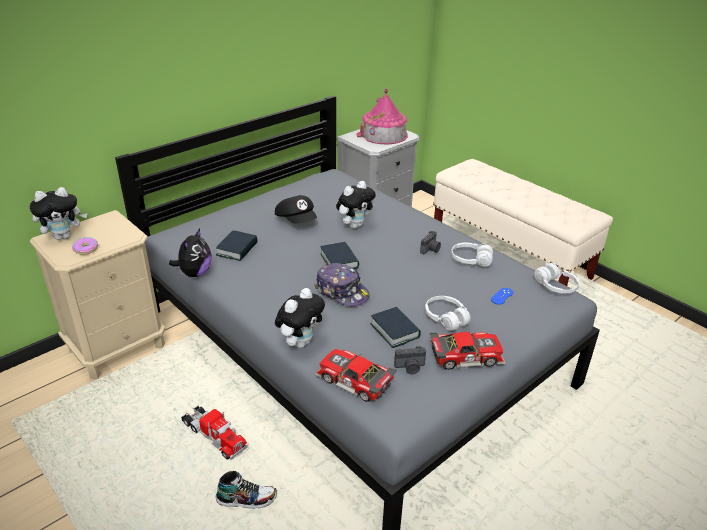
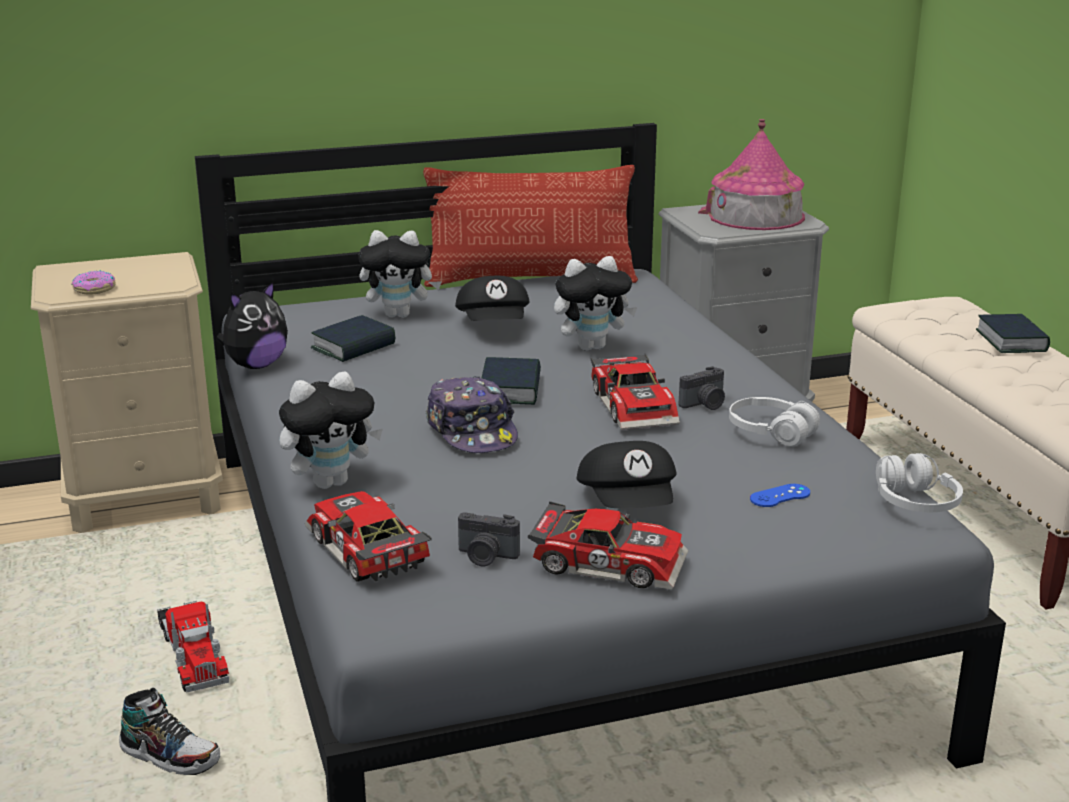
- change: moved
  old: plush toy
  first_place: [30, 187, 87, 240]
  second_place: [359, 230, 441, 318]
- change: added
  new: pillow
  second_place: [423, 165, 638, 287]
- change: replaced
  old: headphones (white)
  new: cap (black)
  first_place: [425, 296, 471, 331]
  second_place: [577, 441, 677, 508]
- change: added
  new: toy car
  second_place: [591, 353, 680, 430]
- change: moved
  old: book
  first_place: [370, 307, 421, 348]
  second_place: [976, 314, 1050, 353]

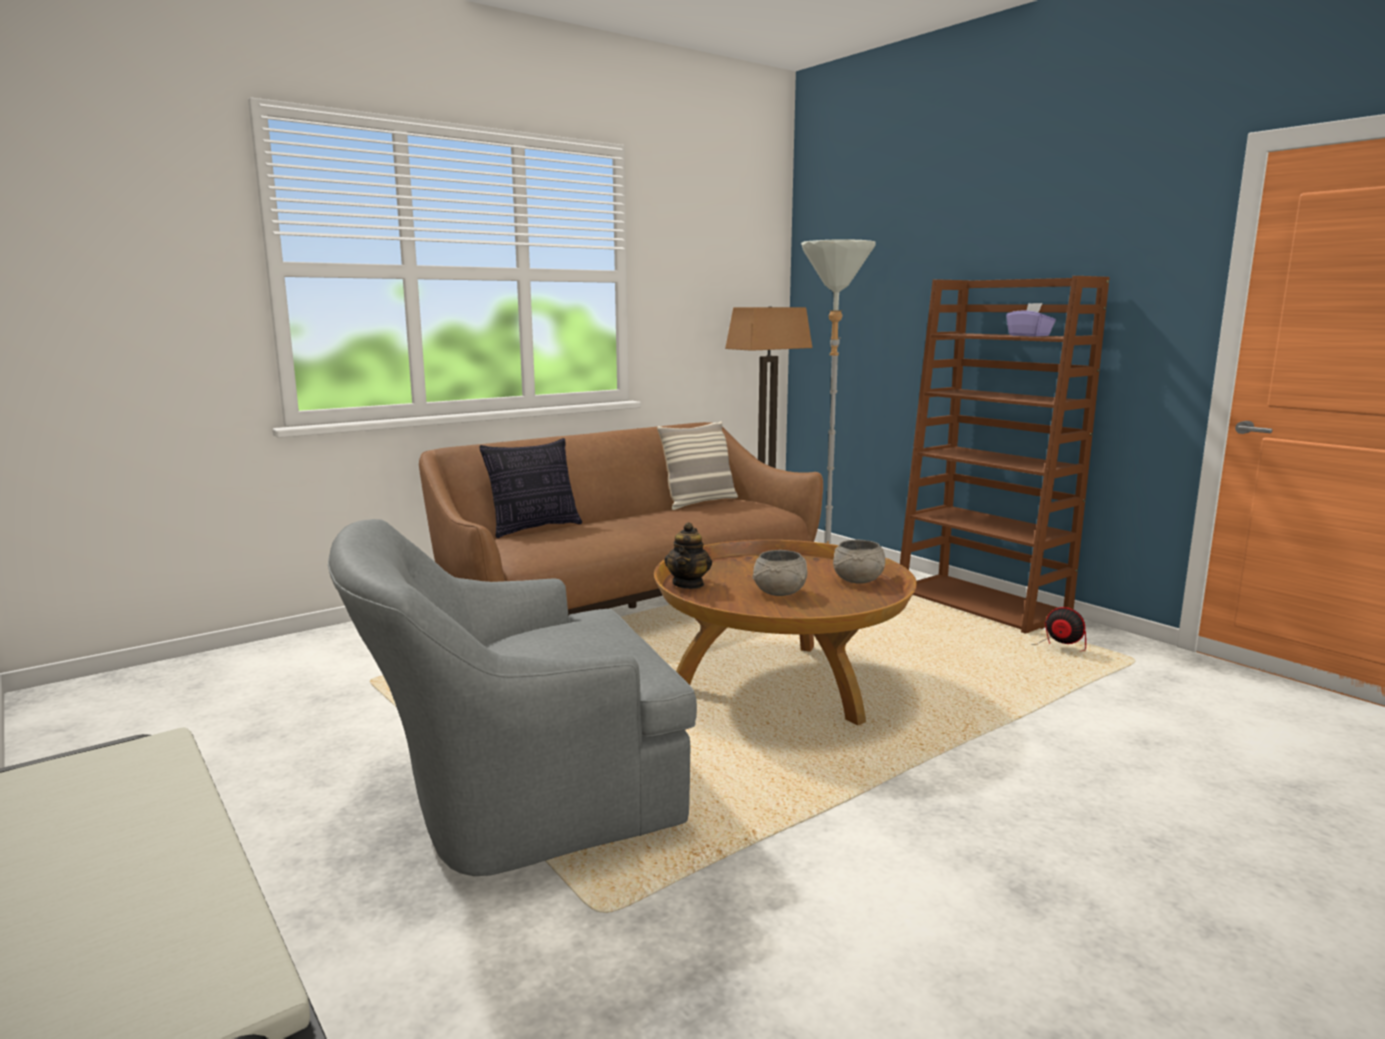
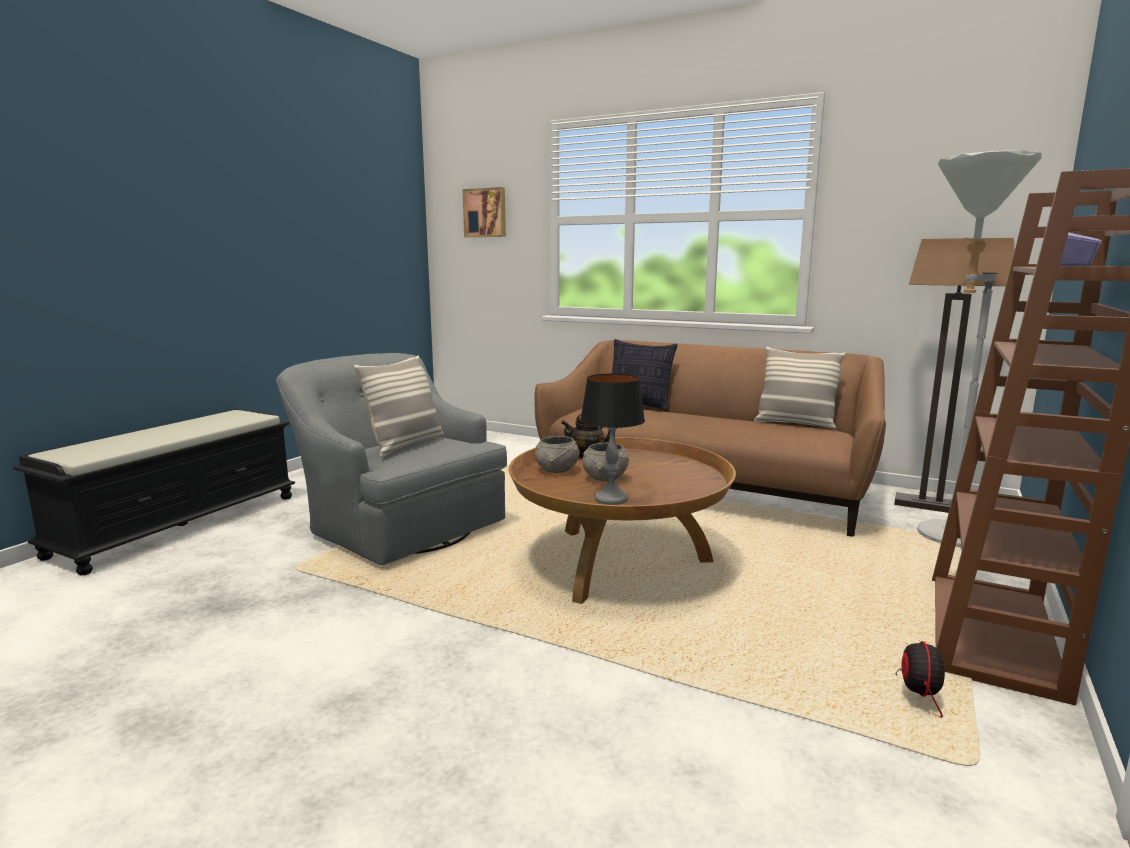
- change: added
  new: pillow
  second_place: [354, 356, 444, 457]
- change: added
  new: picture
  second_place: [462, 187, 506, 237]
- change: moved
  old: bowl (grey)
  first_place: [833, 539, 885, 583]
  second_place: [535, 436, 580, 473]
- change: added
  new: table lamp
  second_place: [580, 374, 645, 505]

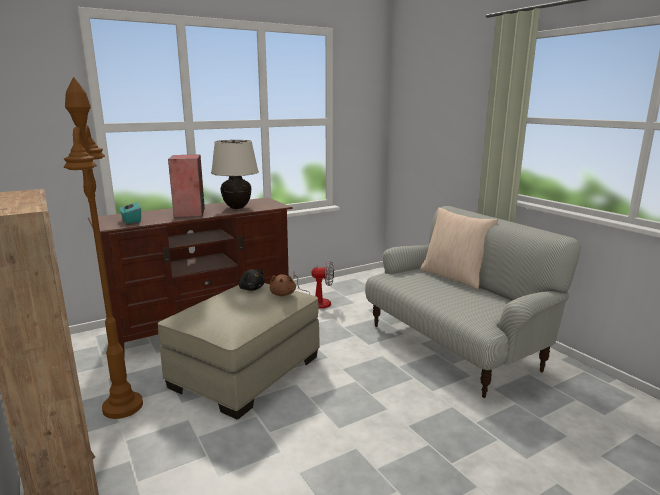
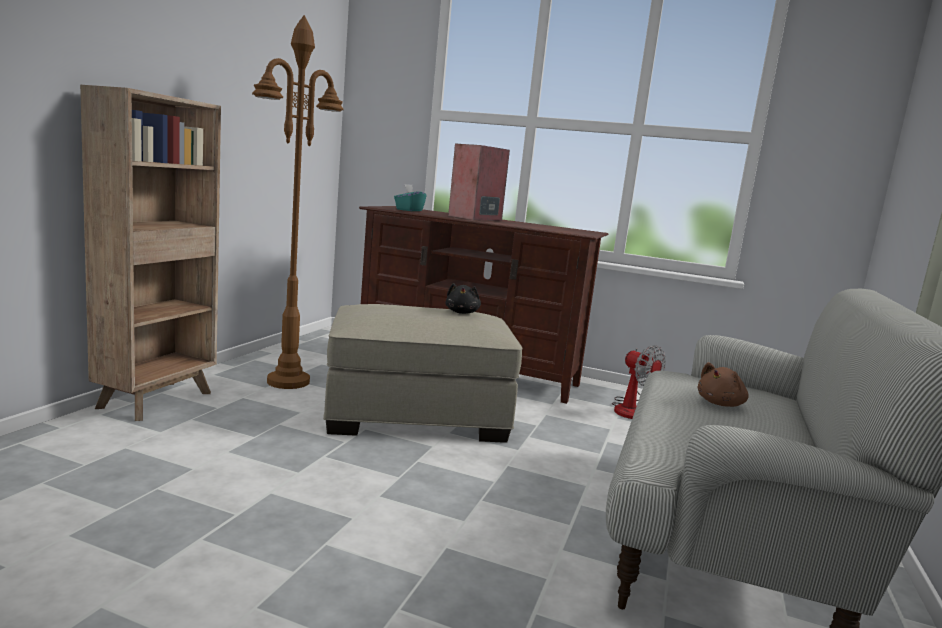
- change: moved
  old: plush toy (brown)
  first_place: [270, 274, 296, 296]
  second_place: [697, 362, 749, 407]
- change: removed
  old: table lamp (beige)
  first_place: [211, 140, 259, 209]
- change: removed
  old: pillow (beige)
  first_place: [420, 207, 498, 289]

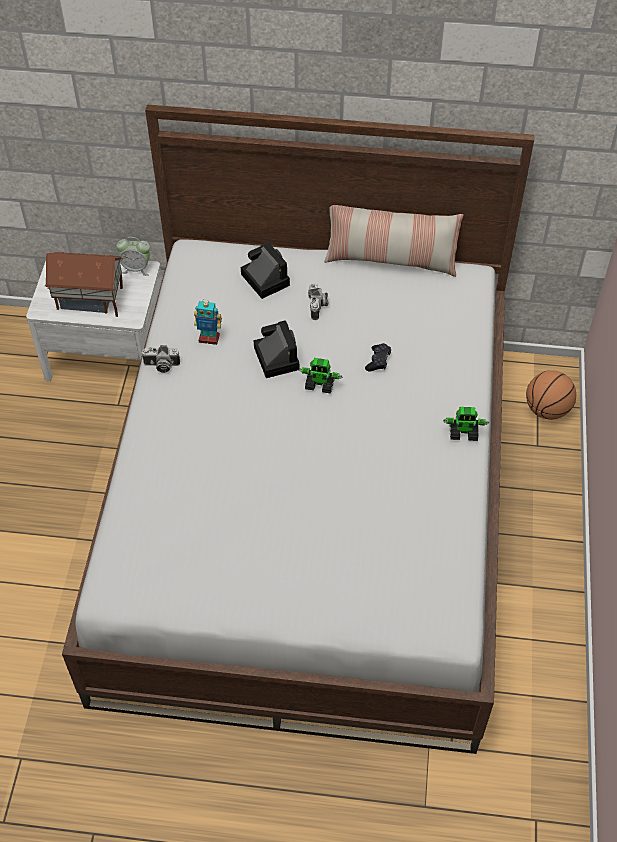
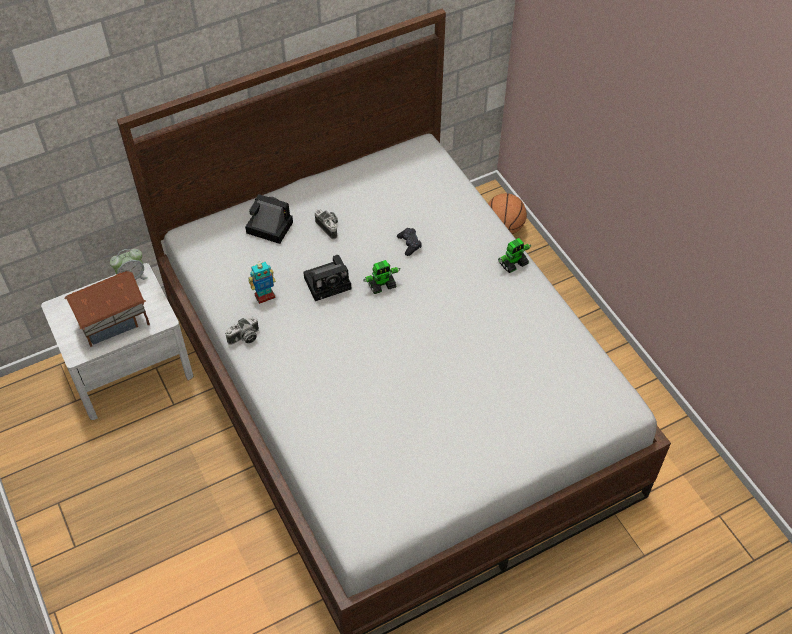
- change: turned
  old: photo camera
  first_place: [254, 320, 299, 378]
  second_place: [303, 255, 351, 301]
  degrees: 120
- change: removed
  old: pillow
  first_place: [324, 205, 463, 277]

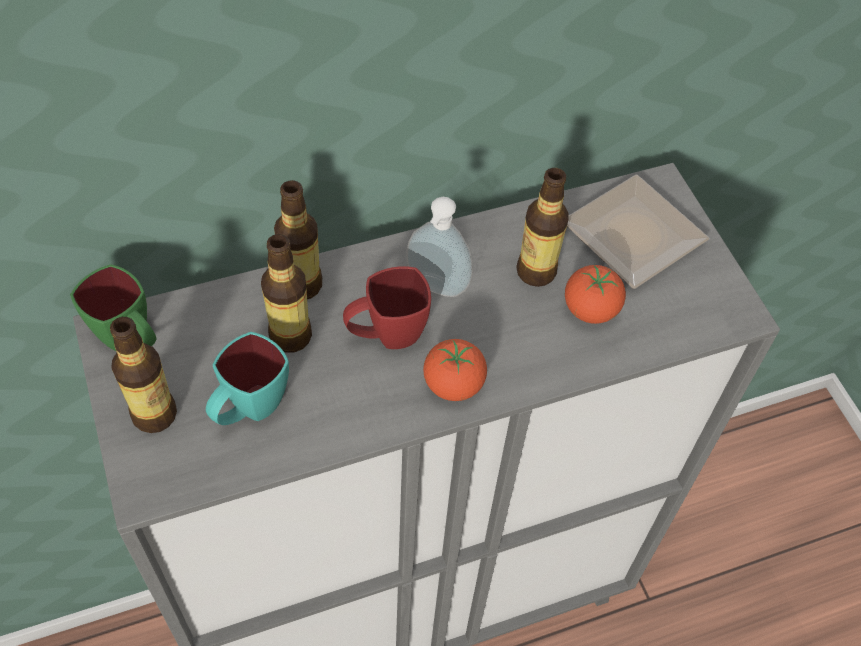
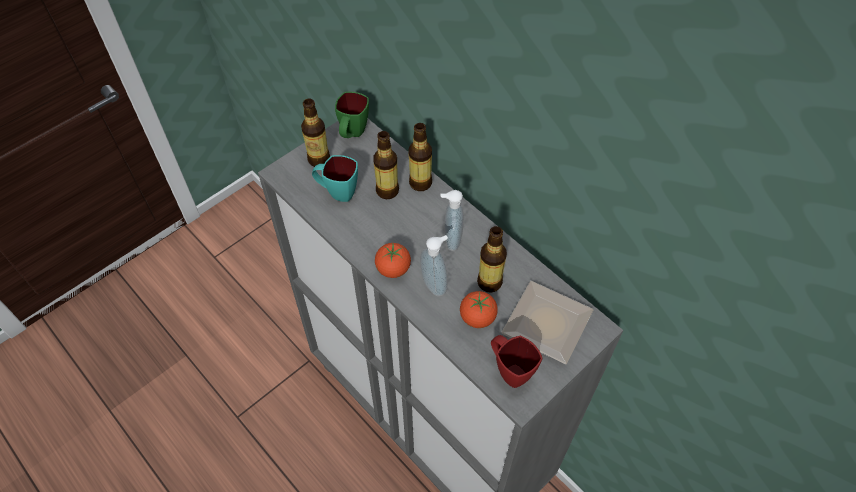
- change: added
  new: soap dispenser
  second_place: [420, 235, 448, 296]
- change: moved
  old: mug (red)
  first_place: [343, 266, 431, 349]
  second_place: [491, 335, 542, 388]

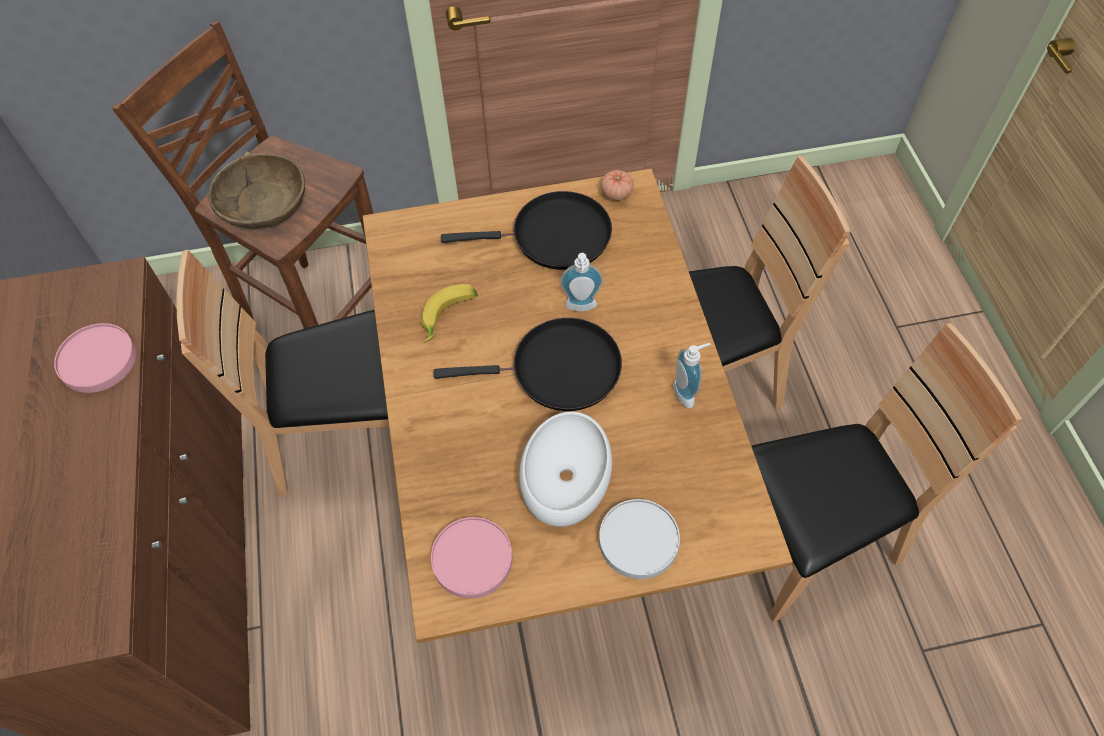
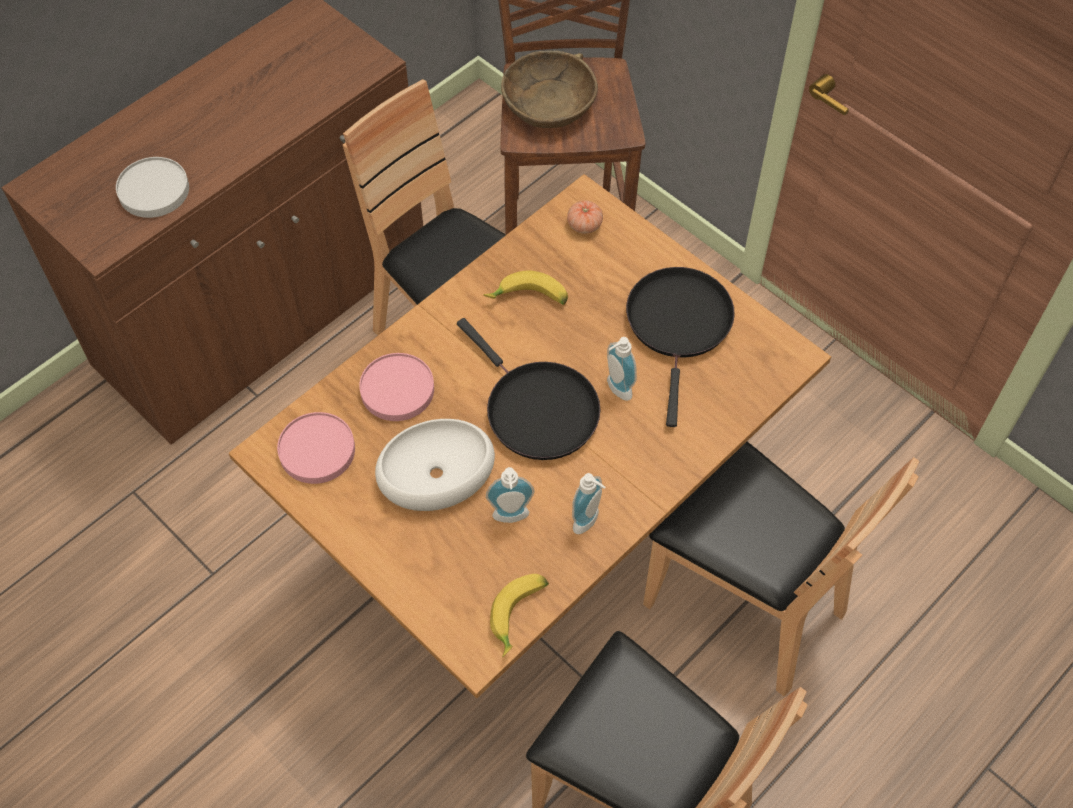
- change: moved
  old: plate (white)
  first_place: [599, 499, 680, 579]
  second_place: [116, 157, 189, 218]
- change: moved
  old: plate (pink)
  first_place: [54, 323, 136, 393]
  second_place: [359, 353, 434, 421]
- change: added
  new: soap dispenser
  second_place: [486, 467, 535, 523]
- change: added
  new: banana
  second_place: [490, 574, 549, 657]
- change: moved
  old: tomato
  first_place: [601, 170, 634, 200]
  second_place: [567, 200, 603, 234]
- change: turned
  old: frying pan (black)
  first_place: [441, 191, 612, 270]
  second_place: [626, 267, 735, 427]
  degrees: -135

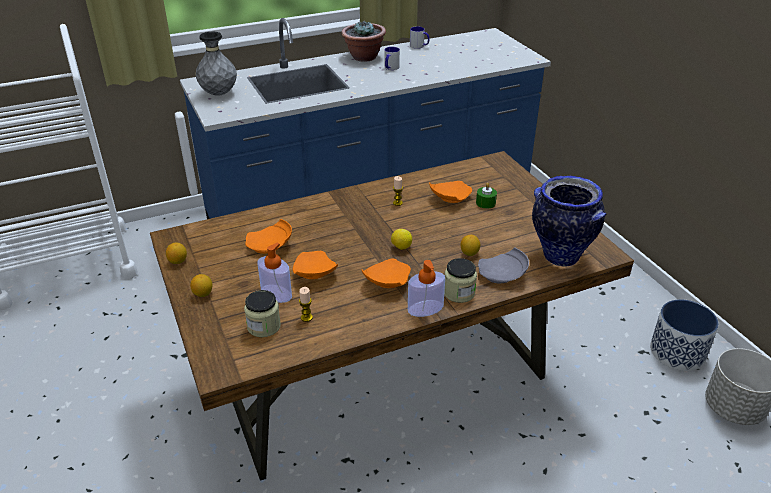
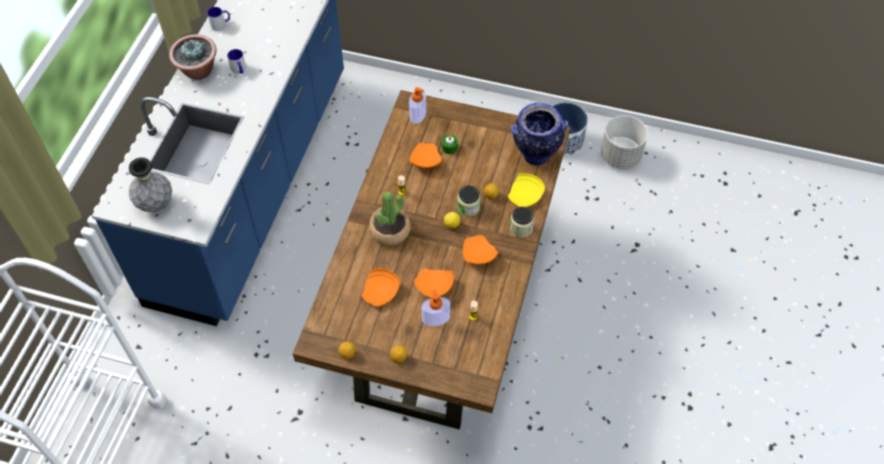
- change: added
  new: potted plant
  second_place: [369, 191, 411, 246]
- change: moved
  old: soap dispenser
  first_place: [408, 260, 445, 317]
  second_place: [409, 87, 426, 124]
- change: moved
  old: jar
  first_place: [244, 290, 281, 337]
  second_place: [457, 186, 481, 217]
- change: recoloured
  old: plate (grey)
  new: plate (yellow)
  first_place: [478, 247, 529, 283]
  second_place: [508, 173, 545, 207]

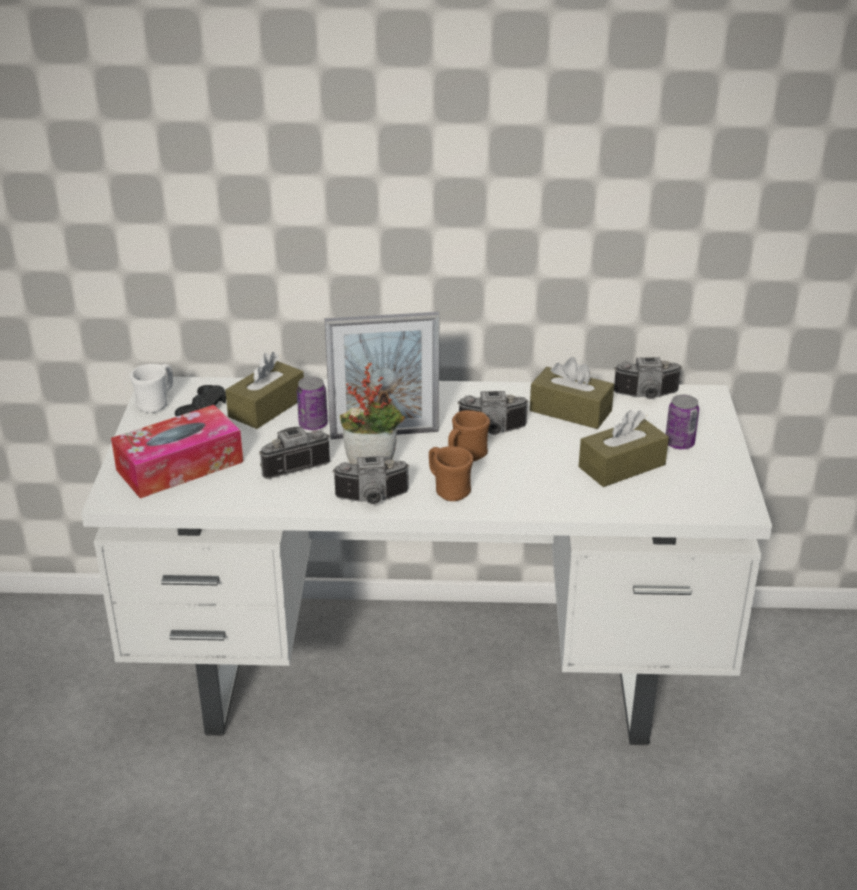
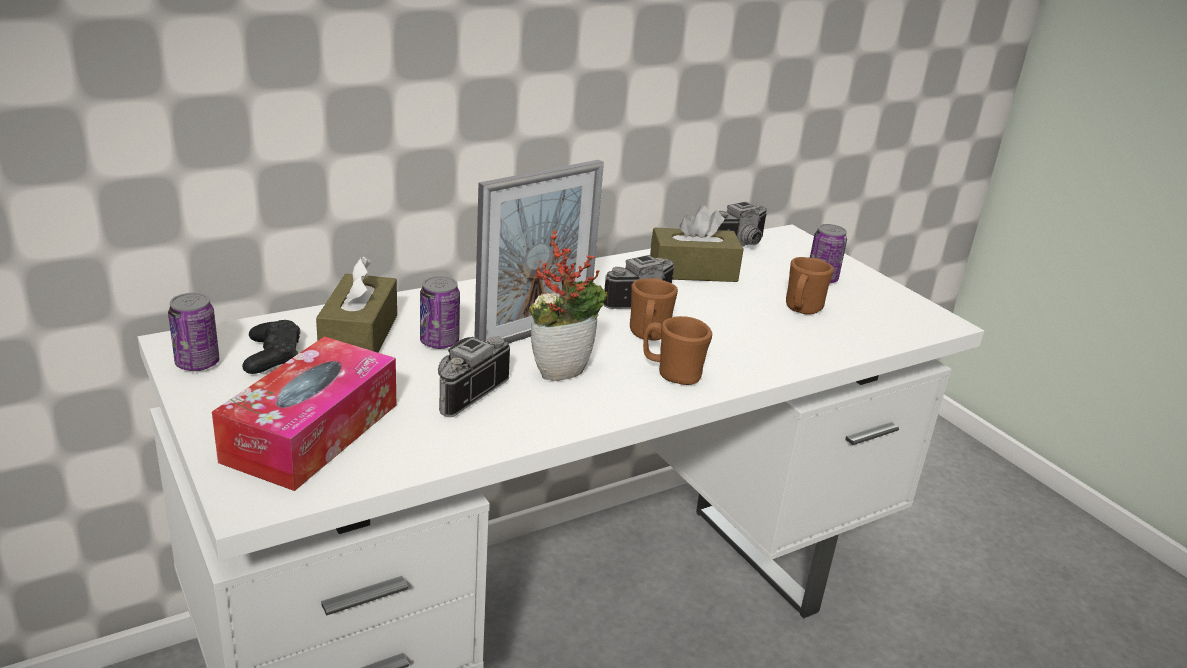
- change: replaced
  old: mug (white)
  new: can
  first_place: [130, 364, 173, 413]
  second_place: [168, 293, 220, 371]
- change: replaced
  old: tissue box (brown)
  new: mug (brown)
  first_place: [579, 410, 669, 487]
  second_place: [786, 257, 834, 315]
- change: removed
  old: photo camera
  first_place: [332, 456, 410, 505]

